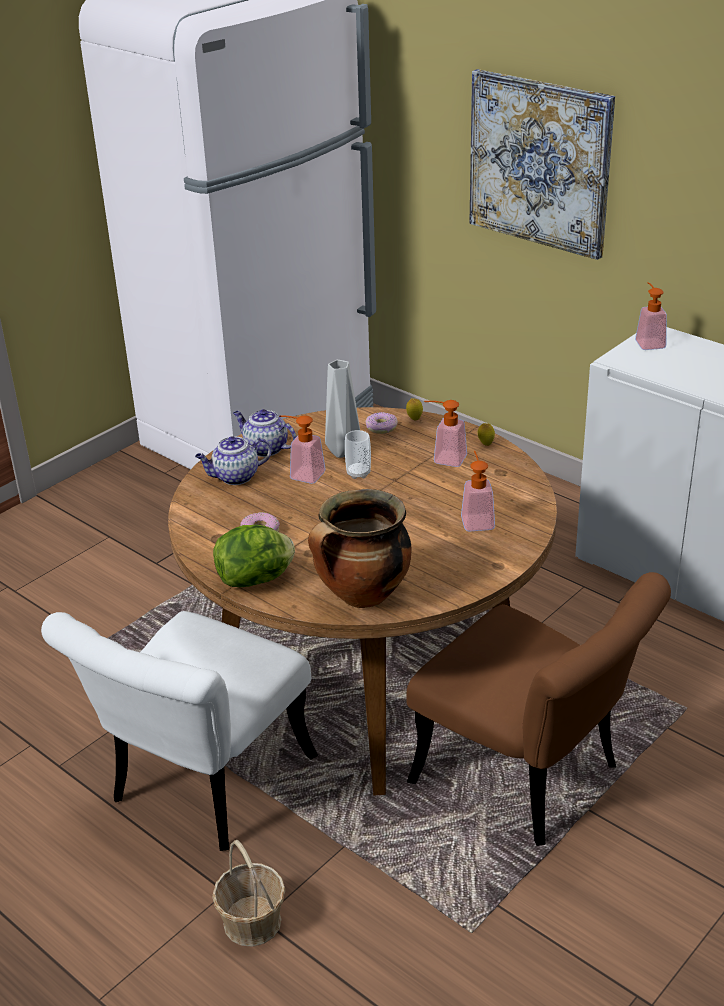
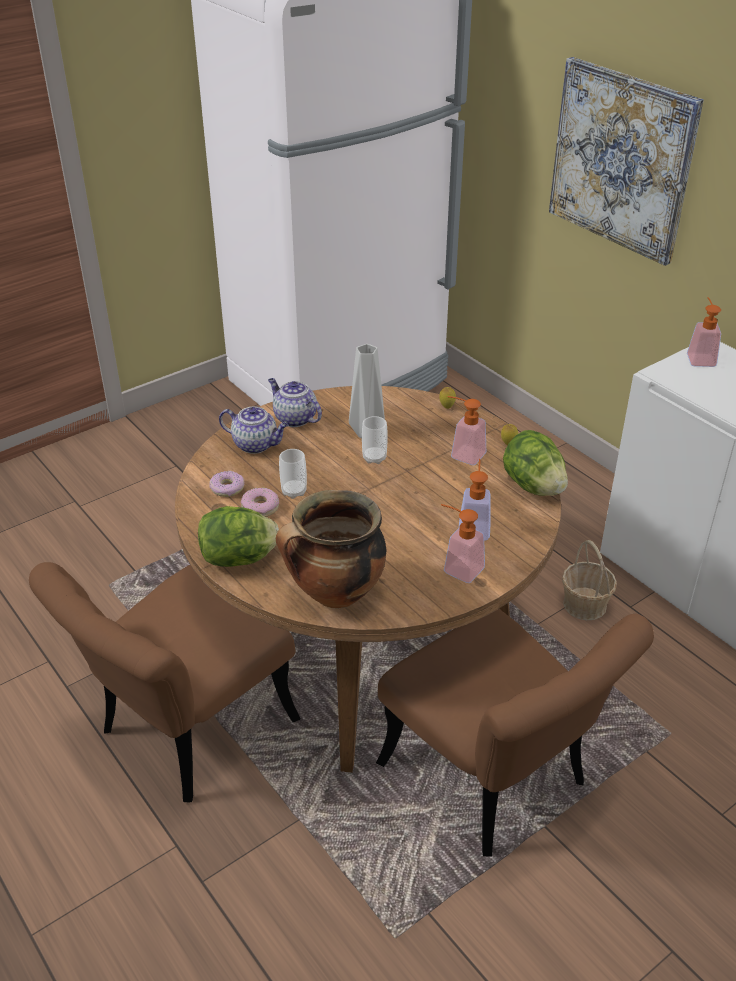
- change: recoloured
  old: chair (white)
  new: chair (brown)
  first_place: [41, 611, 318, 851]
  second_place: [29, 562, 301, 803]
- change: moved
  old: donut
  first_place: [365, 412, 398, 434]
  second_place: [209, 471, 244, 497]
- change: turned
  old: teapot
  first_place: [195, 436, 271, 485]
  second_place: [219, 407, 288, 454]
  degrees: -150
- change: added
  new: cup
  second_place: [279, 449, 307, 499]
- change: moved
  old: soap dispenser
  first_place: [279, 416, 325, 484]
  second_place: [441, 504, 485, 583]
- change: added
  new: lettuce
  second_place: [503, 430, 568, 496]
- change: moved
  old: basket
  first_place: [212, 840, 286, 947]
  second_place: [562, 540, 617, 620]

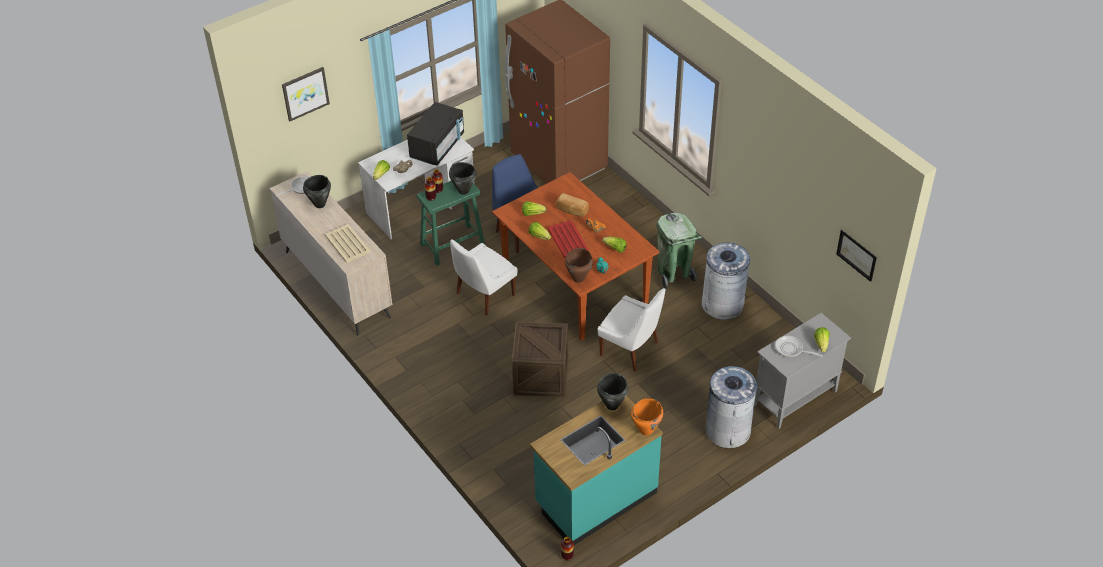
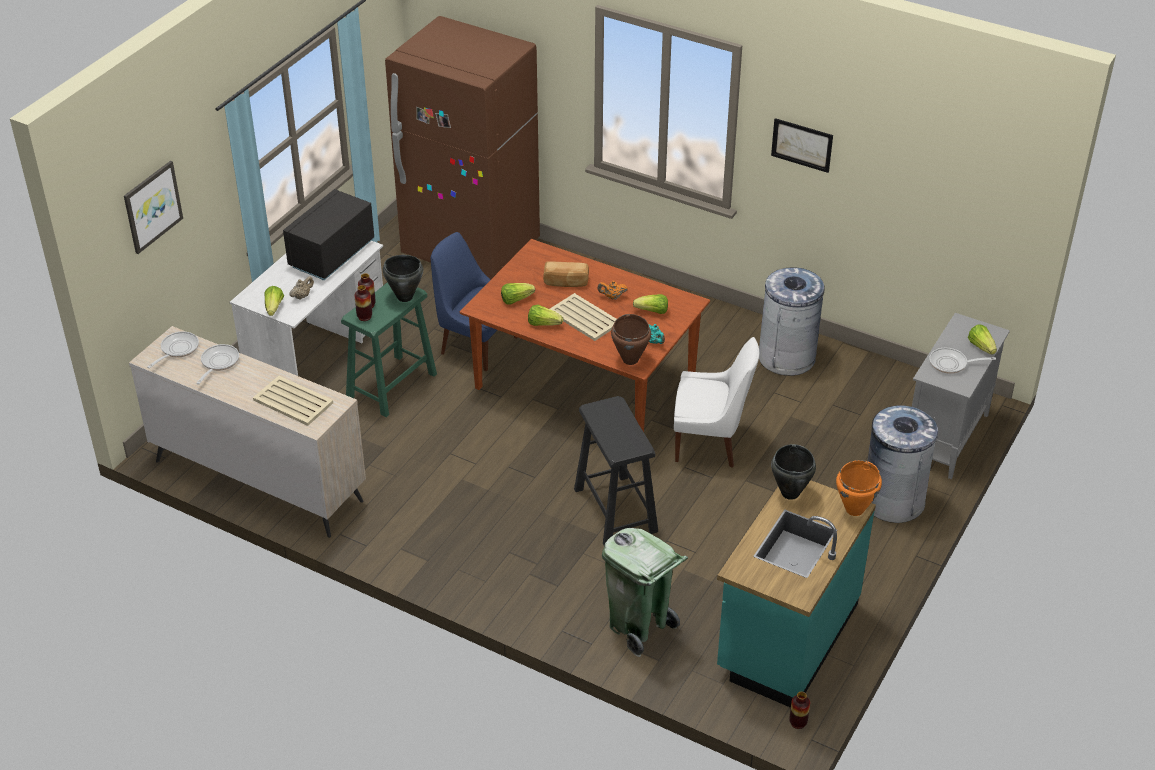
- change: replaced
  old: cooking pot (black)
  new: frying pan
  first_place: [303, 175, 331, 208]
  second_place: [196, 344, 239, 384]
- change: turned
  old: microwave (black)
  first_place: [407, 102, 464, 166]
  second_place: [283, 189, 375, 280]
  degrees: -150
- change: recoloured
  old: tray (red)
  new: tray (beige)
  first_place: [548, 220, 589, 258]
  second_place: [550, 293, 616, 341]
- change: replaced
  old: crate
  new: stool (black)
  first_place: [512, 322, 568, 397]
  second_place: [574, 396, 658, 546]
- change: moved
  old: trash can (green)
  first_place: [656, 212, 702, 290]
  second_place: [602, 528, 688, 657]
- change: moved
  old: picture
  first_place: [836, 230, 877, 282]
  second_place: [771, 118, 833, 173]
- change: removed
  old: chair (white)
  first_place: [450, 239, 517, 316]

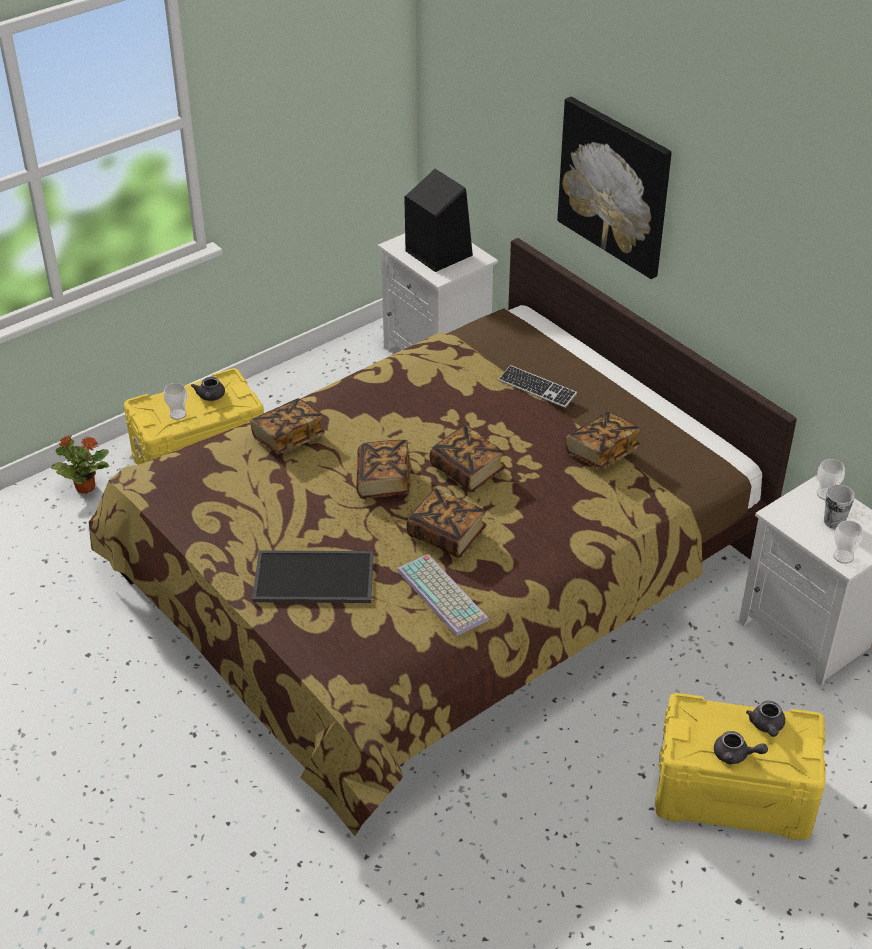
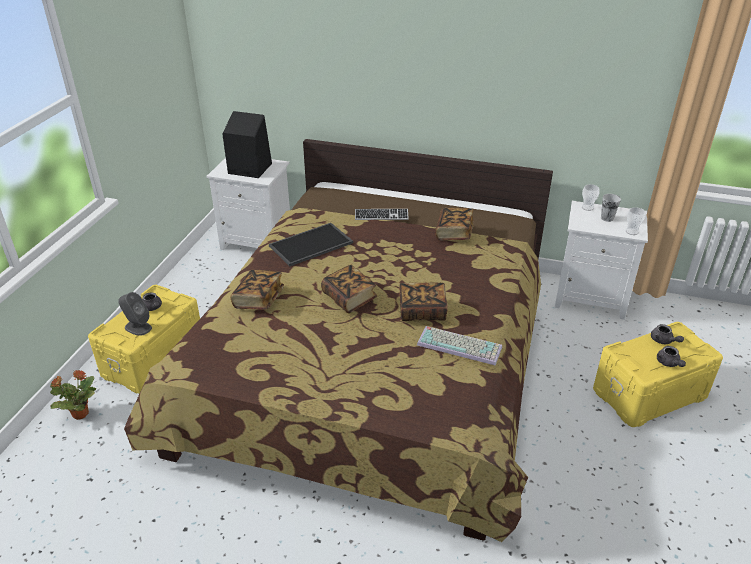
- change: replaced
  old: cup
  new: speaker (grey)
  first_place: [164, 383, 187, 420]
  second_place: [118, 292, 152, 336]
- change: moved
  old: tray
  first_place: [252, 550, 374, 603]
  second_place: [269, 223, 353, 266]
- change: turned
  old: teapot (grey)
  first_place: [714, 731, 768, 764]
  second_place: [657, 346, 686, 367]
  degrees: 90
- change: removed
  old: book
  first_place: [429, 425, 506, 492]
- change: removed
  old: picture
  first_place: [557, 97, 672, 279]

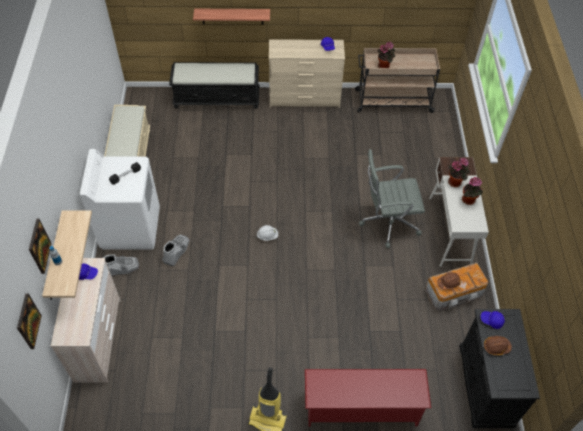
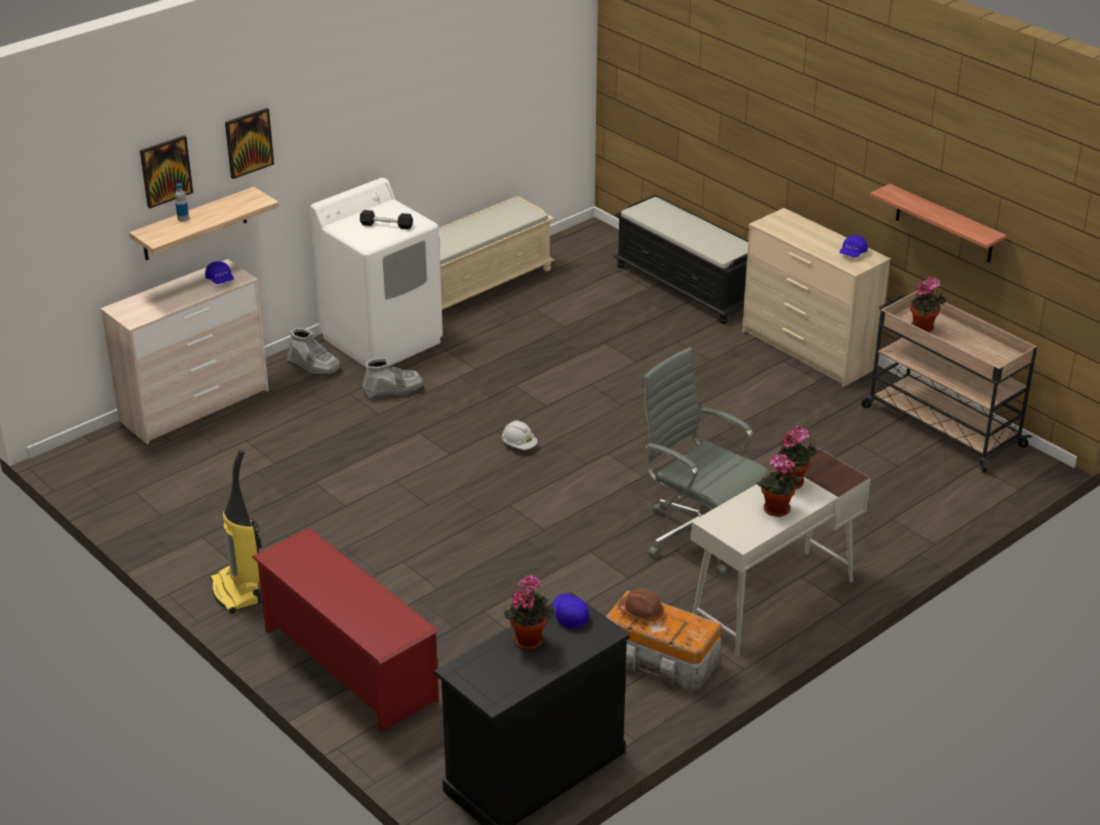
- change: moved
  old: picture
  first_place: [17, 293, 42, 349]
  second_place: [225, 108, 274, 179]
- change: replaced
  old: hard hat (brown)
  new: potted plant
  first_place: [484, 336, 512, 355]
  second_place: [504, 575, 554, 650]
- change: moved
  old: shelf
  first_place: [193, 9, 270, 25]
  second_place: [870, 184, 1007, 263]

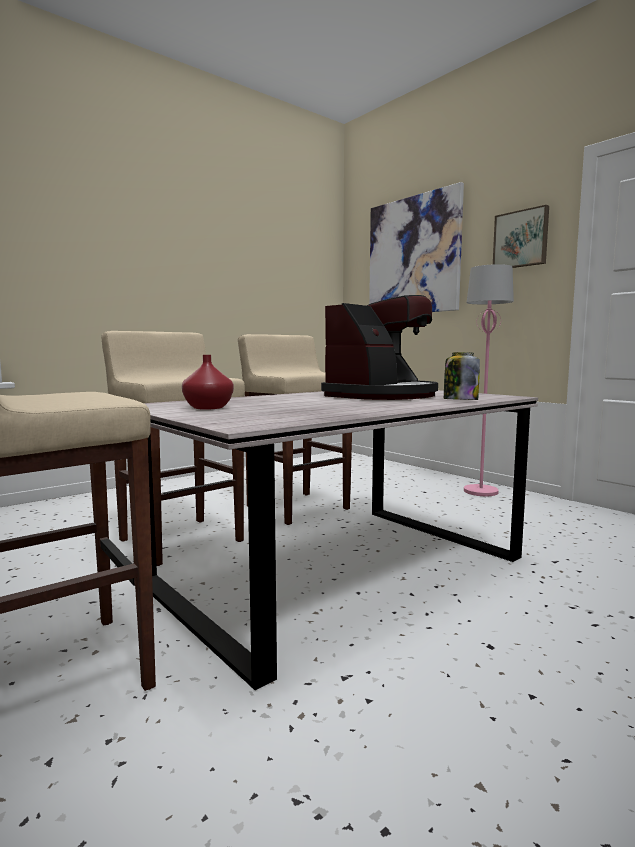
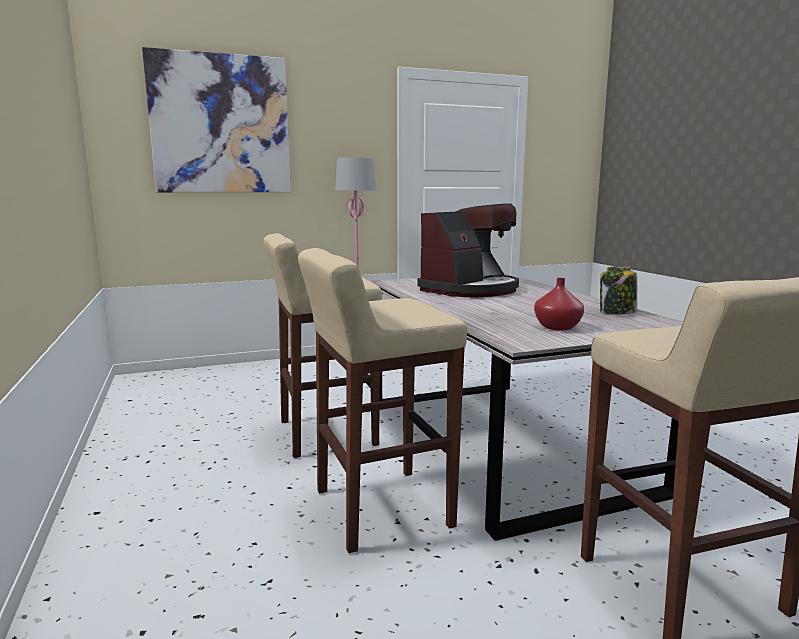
- change: turned
  old: coffee machine
  first_place: [321, 295, 438, 400]
  second_place: [417, 203, 519, 297]
  degrees: 75
- change: moved
  old: jar
  first_place: [444, 352, 480, 400]
  second_place: [600, 266, 637, 314]
- change: removed
  old: picture
  first_place: [493, 205, 549, 268]

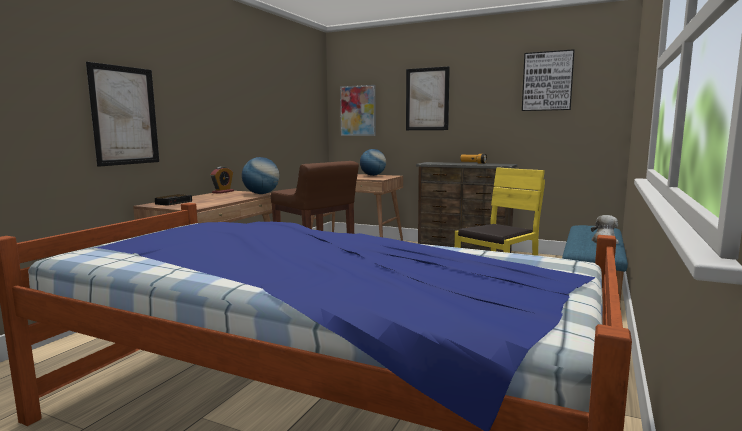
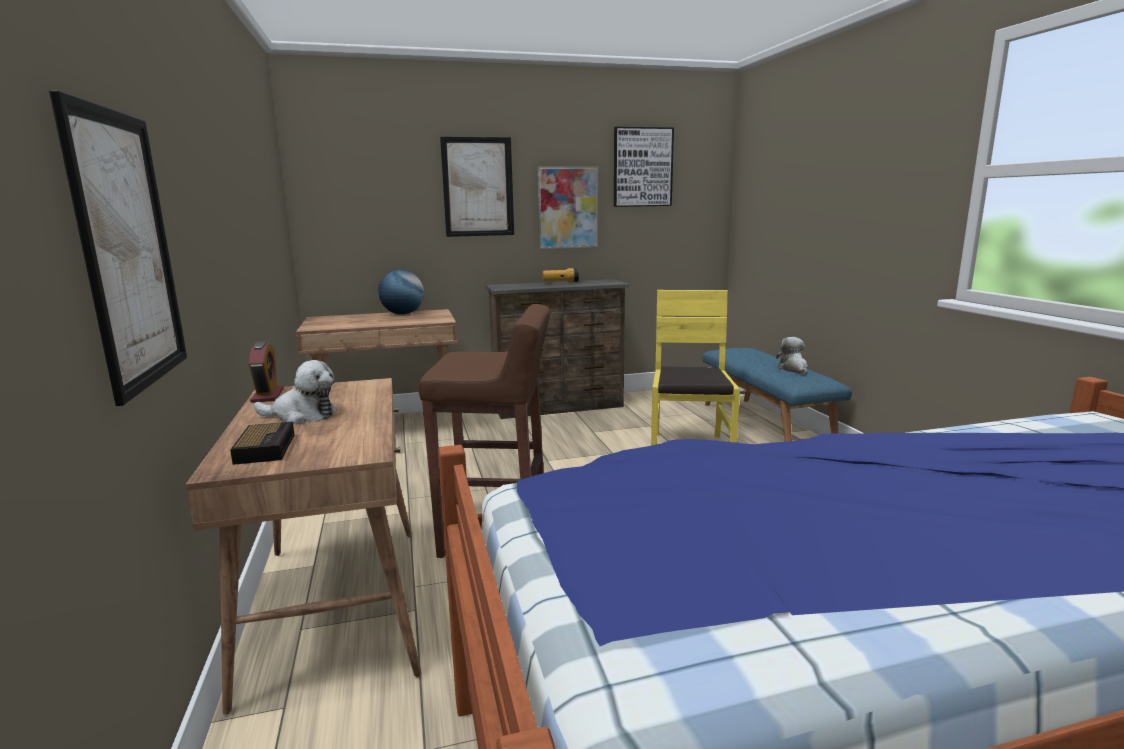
- change: added
  new: plush toy
  second_place: [254, 360, 337, 424]
- change: moved
  old: picture
  first_place: [340, 85, 376, 136]
  second_place: [537, 166, 598, 249]
- change: removed
  old: globe
  first_place: [242, 157, 279, 194]

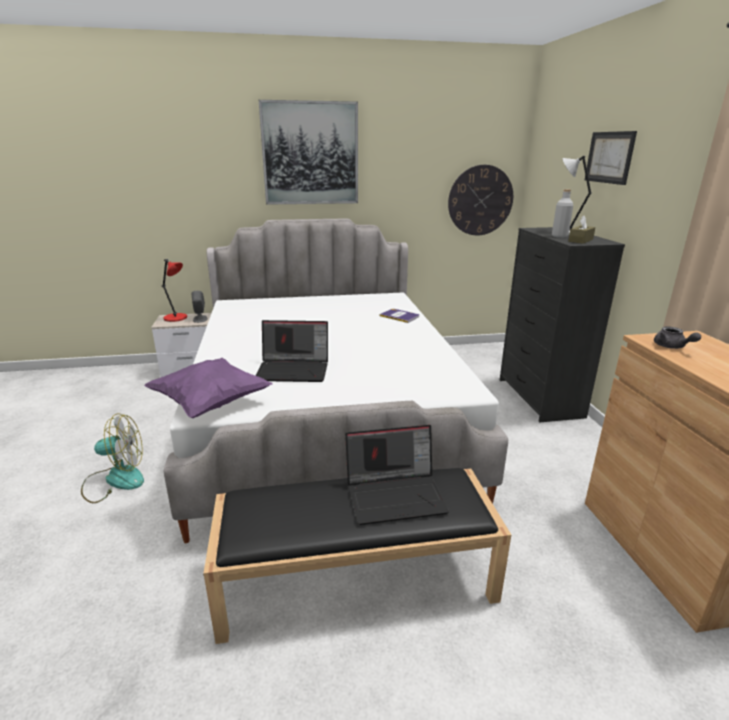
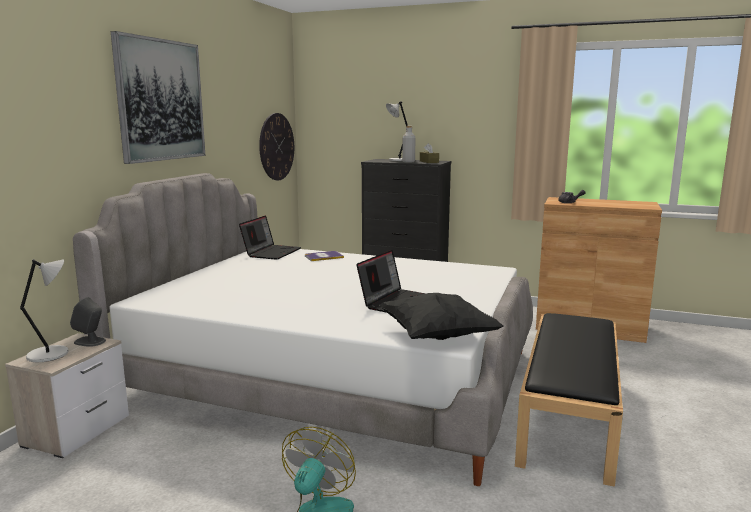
- change: recoloured
  old: table lamp (red)
  new: table lamp (grey)
  first_place: [162, 259, 187, 322]
  second_place: [20, 259, 69, 362]
- change: moved
  old: laptop
  first_place: [345, 425, 449, 525]
  second_place: [239, 215, 301, 260]
- change: recoloured
  old: pillow (purple)
  new: pillow (black)
  first_place: [144, 358, 273, 418]
  second_place: [379, 293, 504, 340]
- change: removed
  old: picture
  first_place: [585, 131, 637, 185]

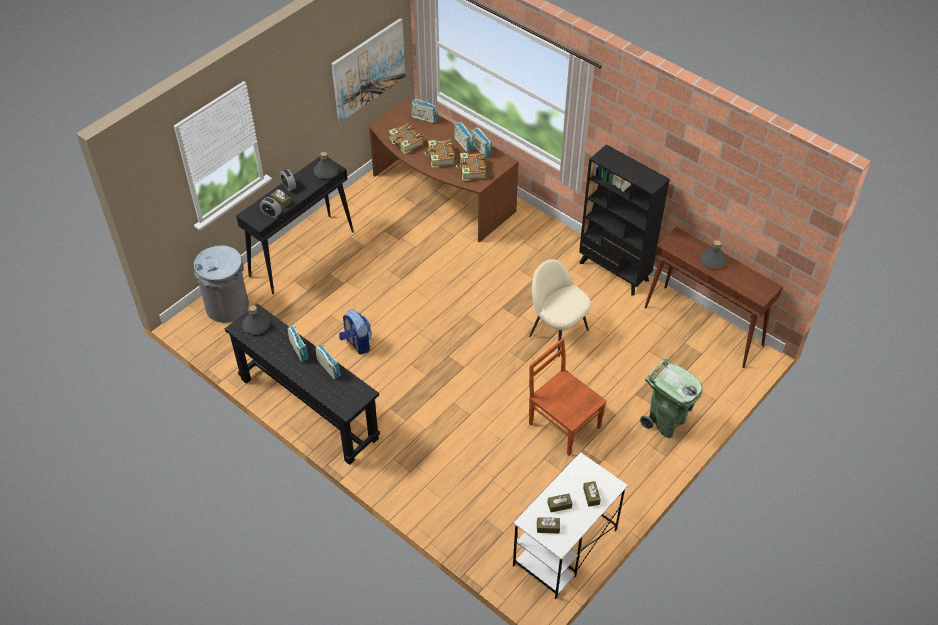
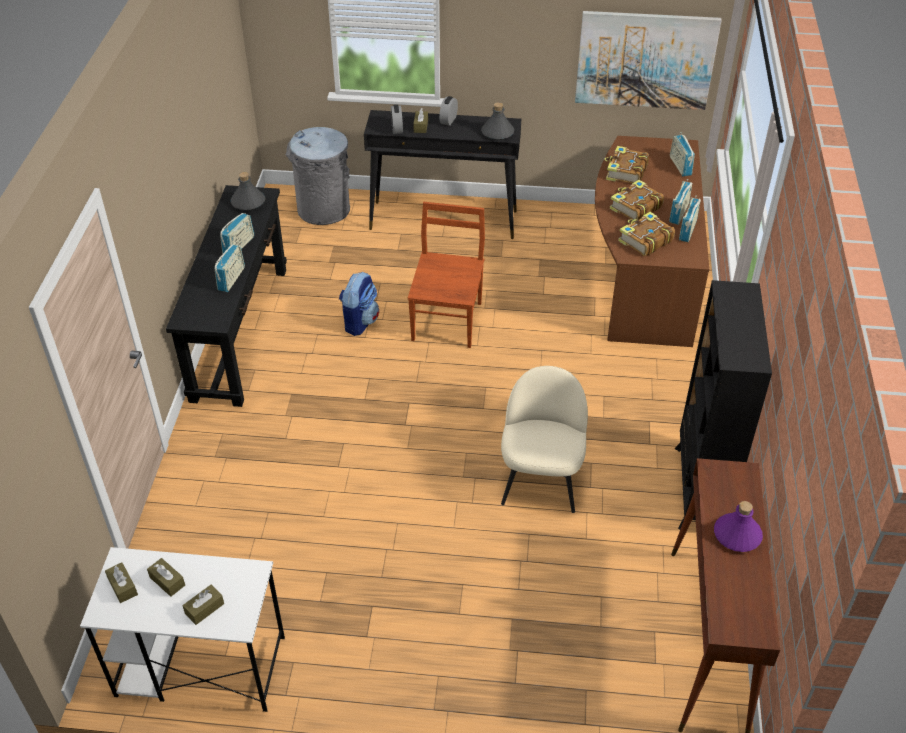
- change: moved
  old: chair (brown)
  first_place: [529, 338, 607, 456]
  second_place: [408, 202, 485, 348]
- change: recoloured
  old: bottle (grey)
  new: bottle (purple)
  first_place: [700, 240, 727, 269]
  second_place: [714, 501, 763, 552]
- change: removed
  old: trash can (green)
  first_place: [640, 358, 702, 438]

